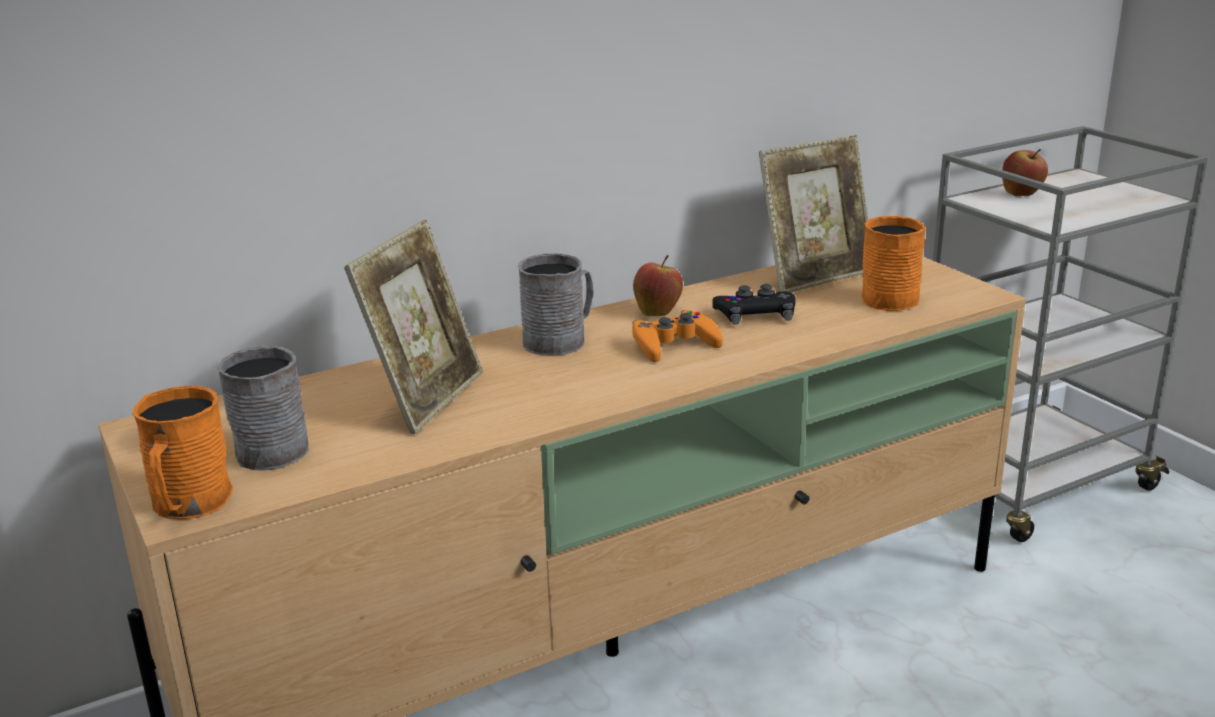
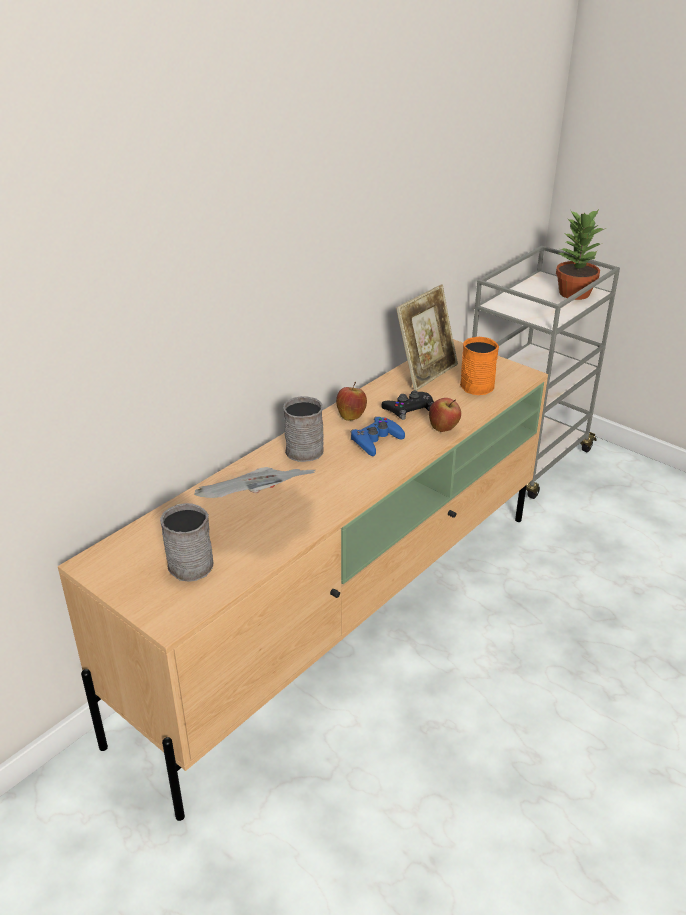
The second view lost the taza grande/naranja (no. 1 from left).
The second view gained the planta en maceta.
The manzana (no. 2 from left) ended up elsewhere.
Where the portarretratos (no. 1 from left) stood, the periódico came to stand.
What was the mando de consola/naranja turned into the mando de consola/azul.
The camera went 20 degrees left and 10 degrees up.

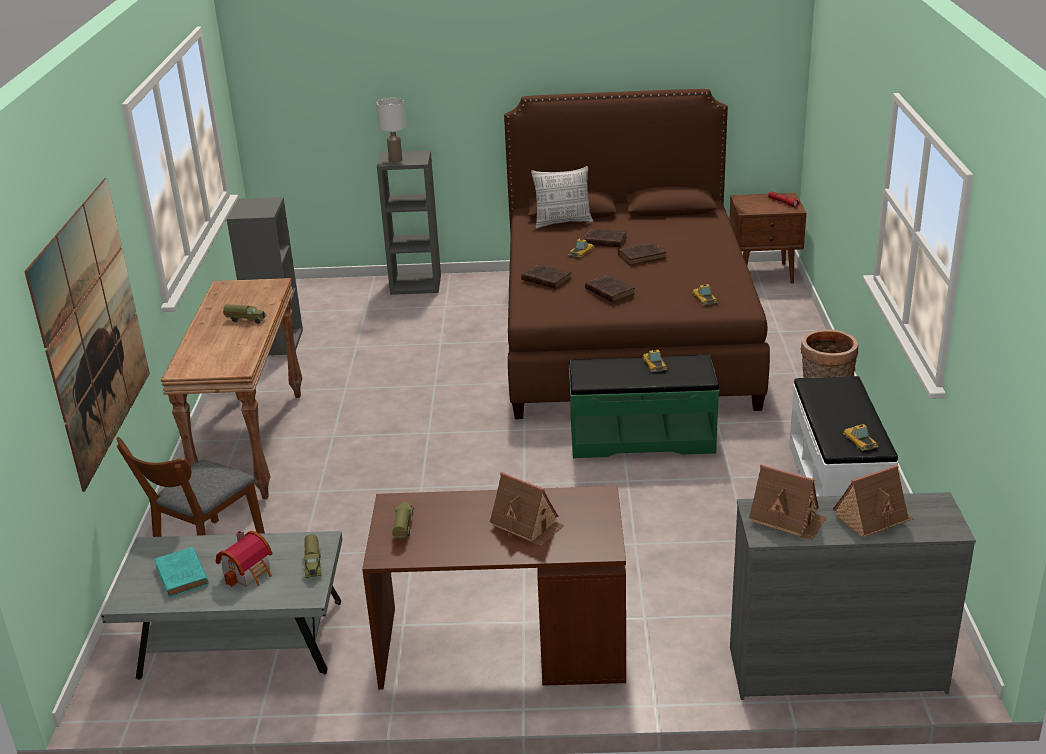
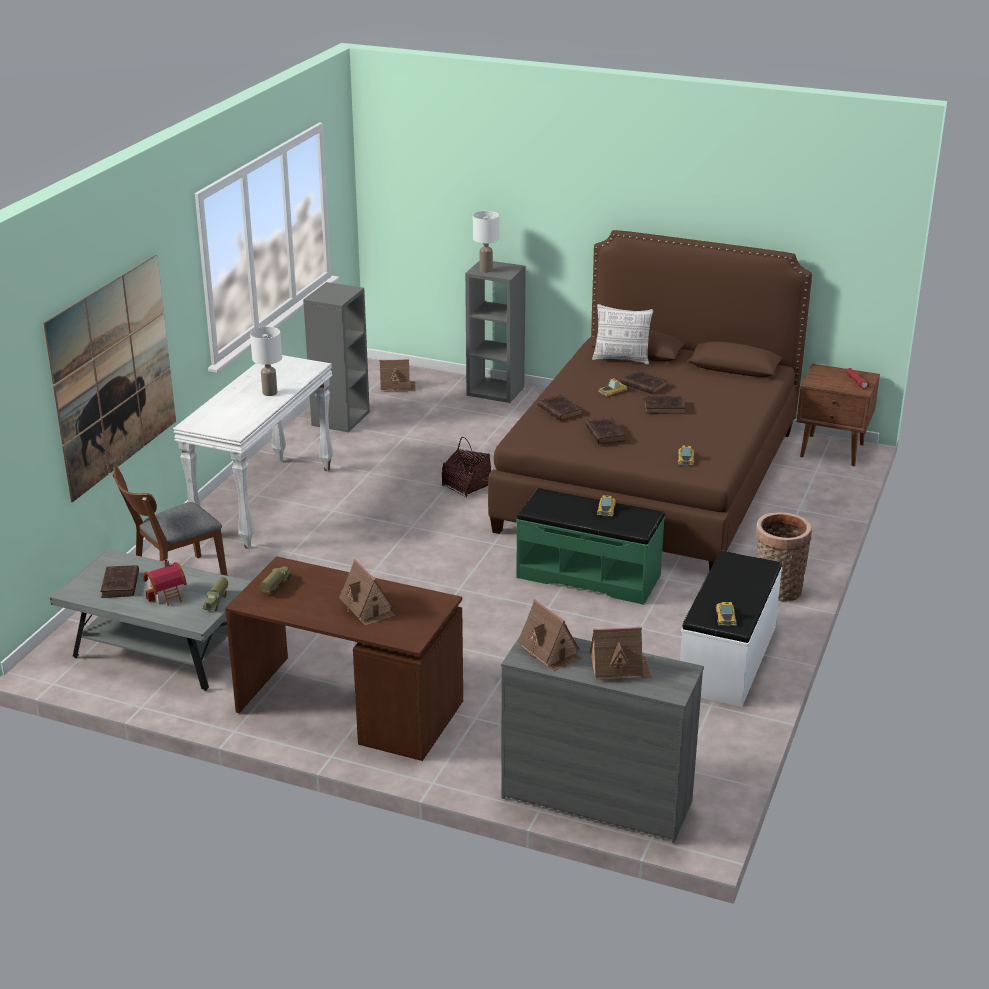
The second view gained the casita (no. 3 from left).
The second view gained the cesta (no. 1 from left).
Where the camión de juguete (no. 1 from left) stood, the lámpara de mesa/blanco (no. 1 from left) came to stand.
What was the libro/turquesa turned into the libro/marrón (no. 1 from left).
What was the mesa consola/marrón turned into the mesa consola/blanco.
The camera went 20 degrees right and 0 degrees up.

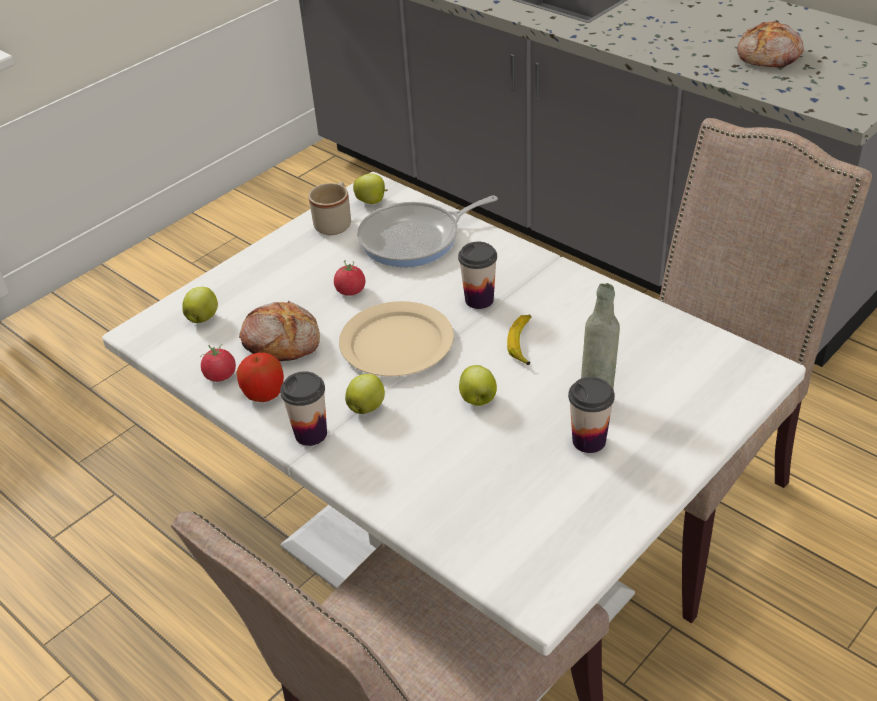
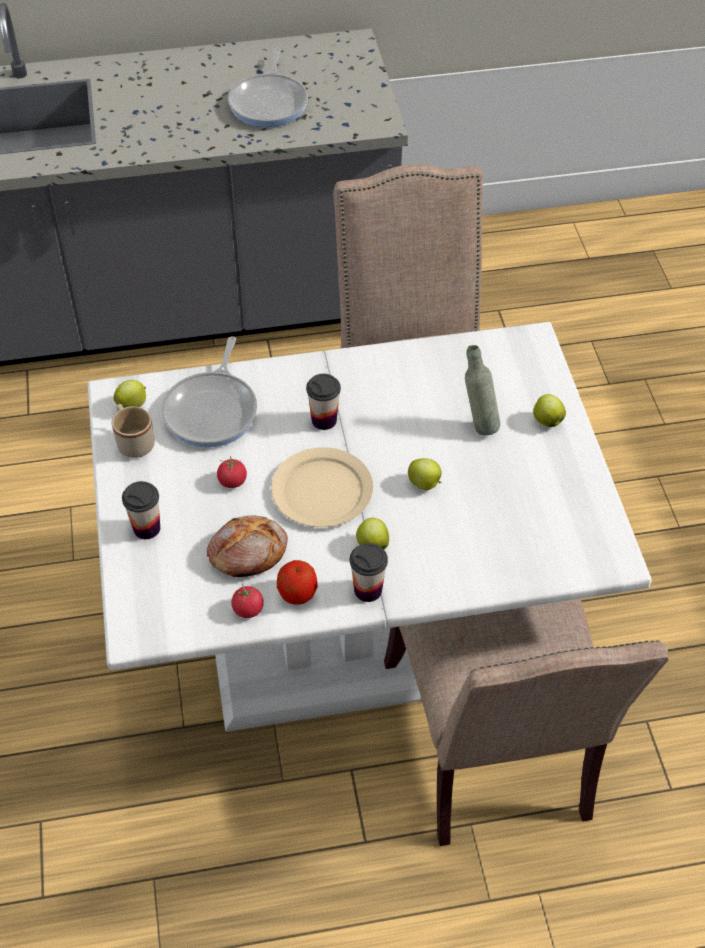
The second view lost the plátano.
The manzana (no. 1 from left in the first image) ended up elsewhere.
The taza (no. 3 from left in the first image) ended up elsewhere.
Where the pan (no. 2 from left) stood, the sartén (no. 2 from left) came to stand.
The camera went 55 degrees left and 10 degrees up.

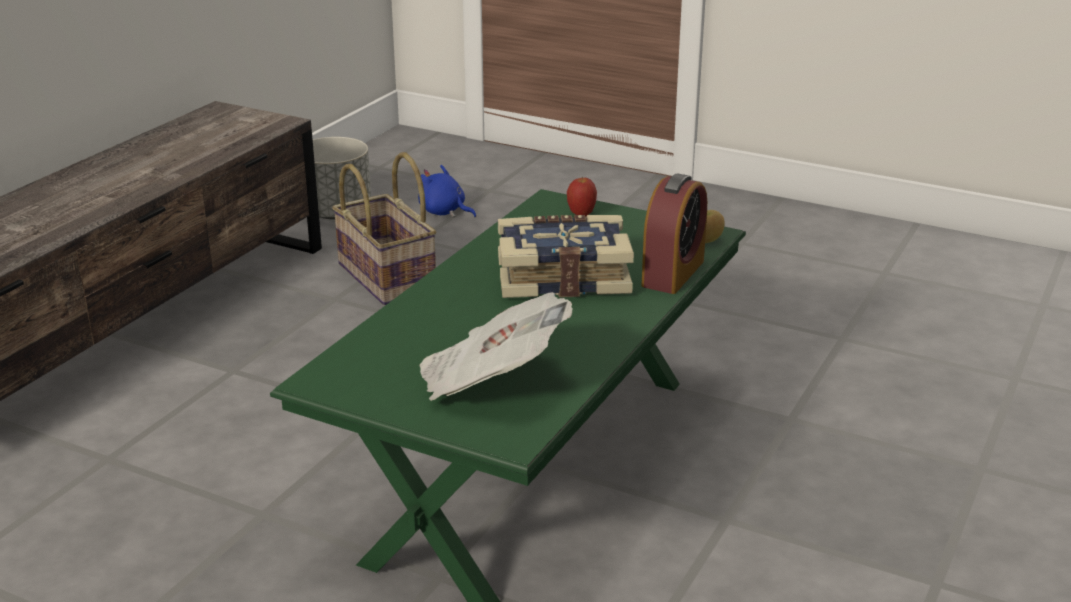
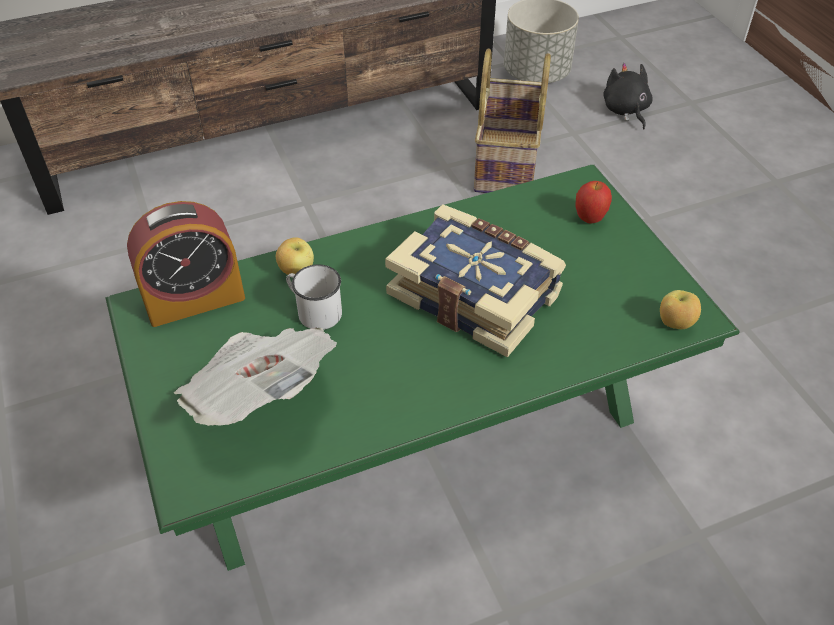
The second view gained the manzana (no. 1 from left).
The second view gained the taza grande/blanco.
The despertador ended up elsewhere.
What was the peluche/azul turned into the peluche/negro.
The camera went 40 degrees right and 20 degrees up.

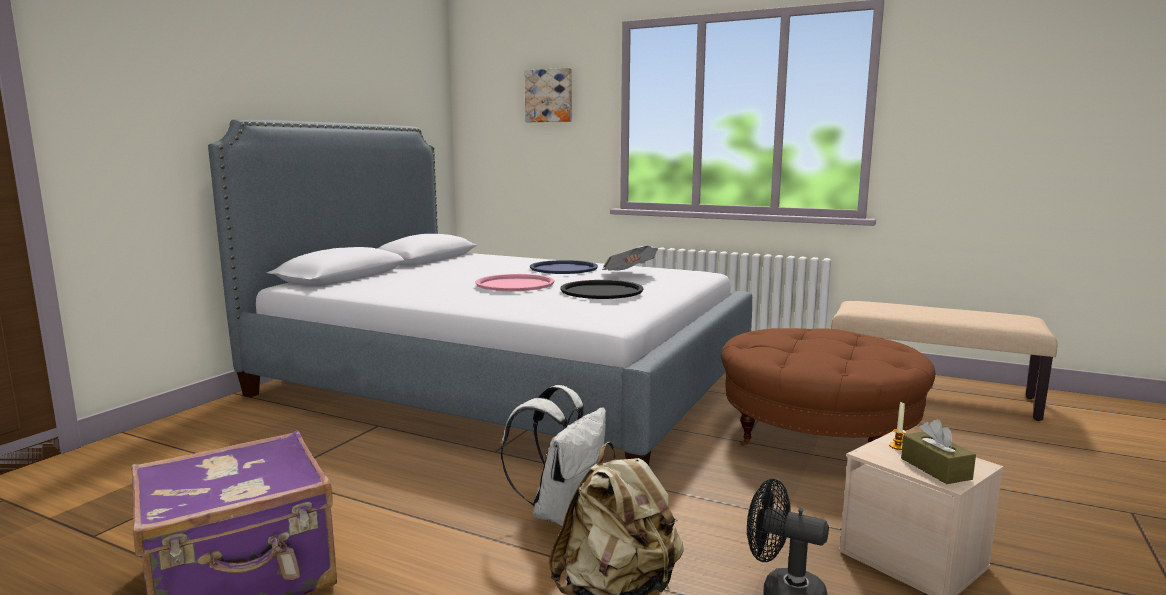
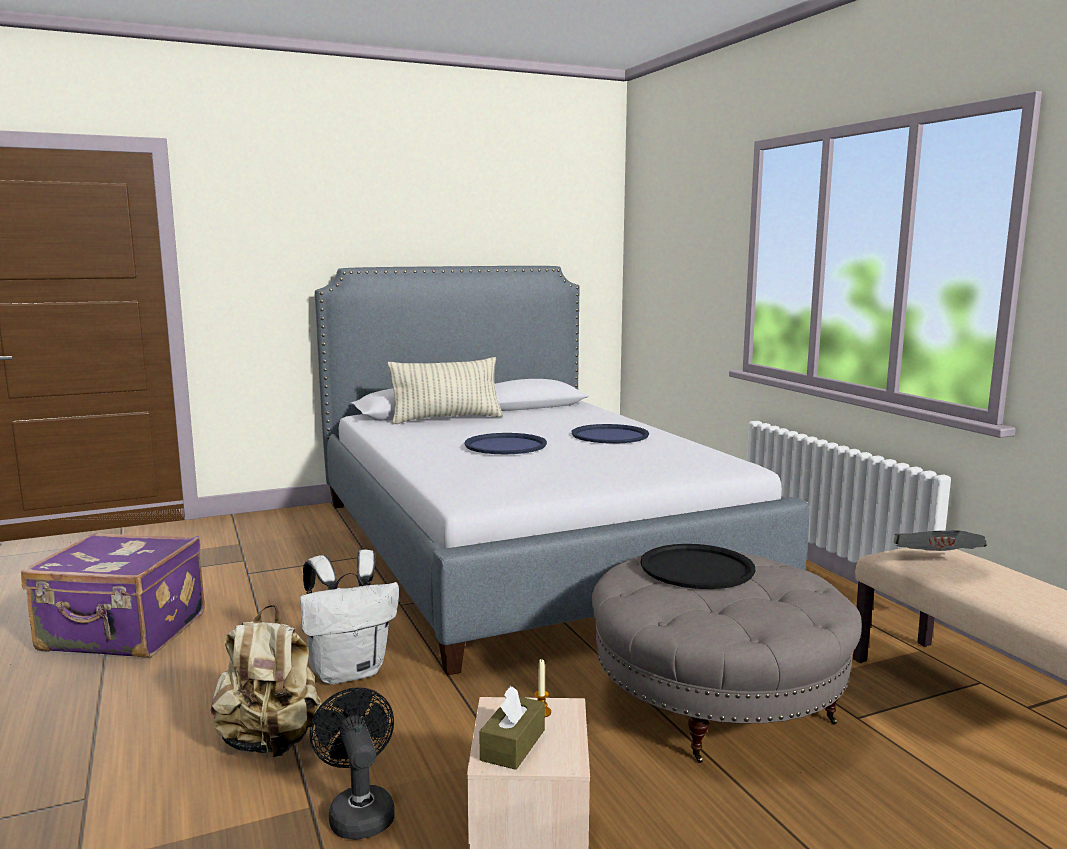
The second view lost the cuadro.
The second view gained the cojín.
The bandeja/negro ended up elsewhere.
The periódico ended up elsewhere.
What was the bandeja/rosa turned into the bandeja/azul (no. 1 from left).
What was the puf/marrón turned into the puf/gris.
The camera went 40 degrees right and 0 degrees up.

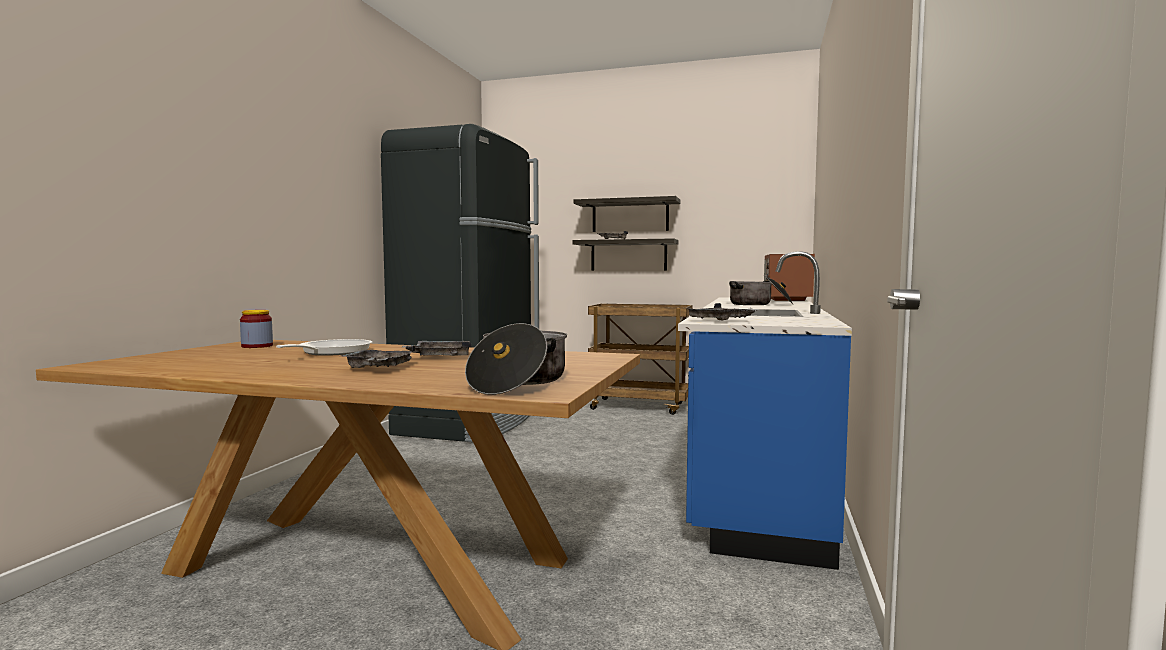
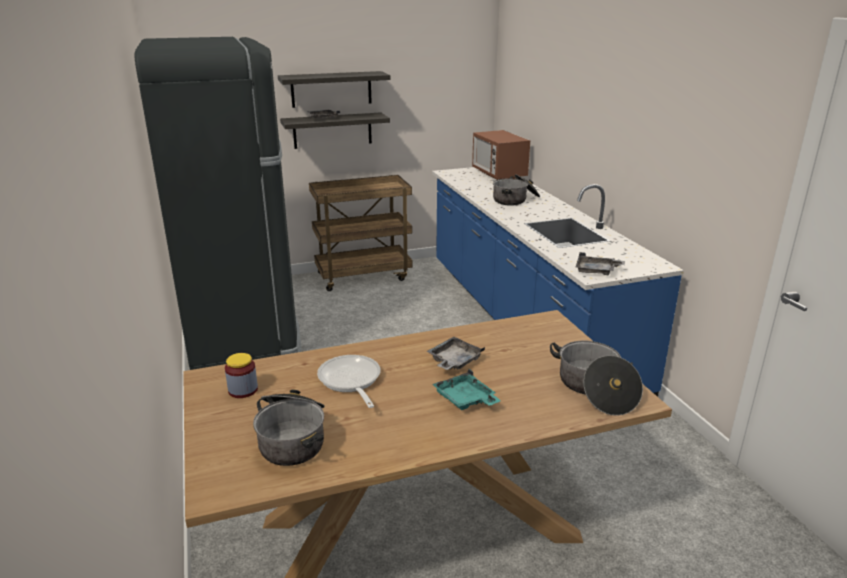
The second view gained the olla (no. 1 from left).
What was the bandeja/gris (no. 1 from left) turned into the bandeja/turquesa.
The camera went 35 degrees left and 20 degrees up.

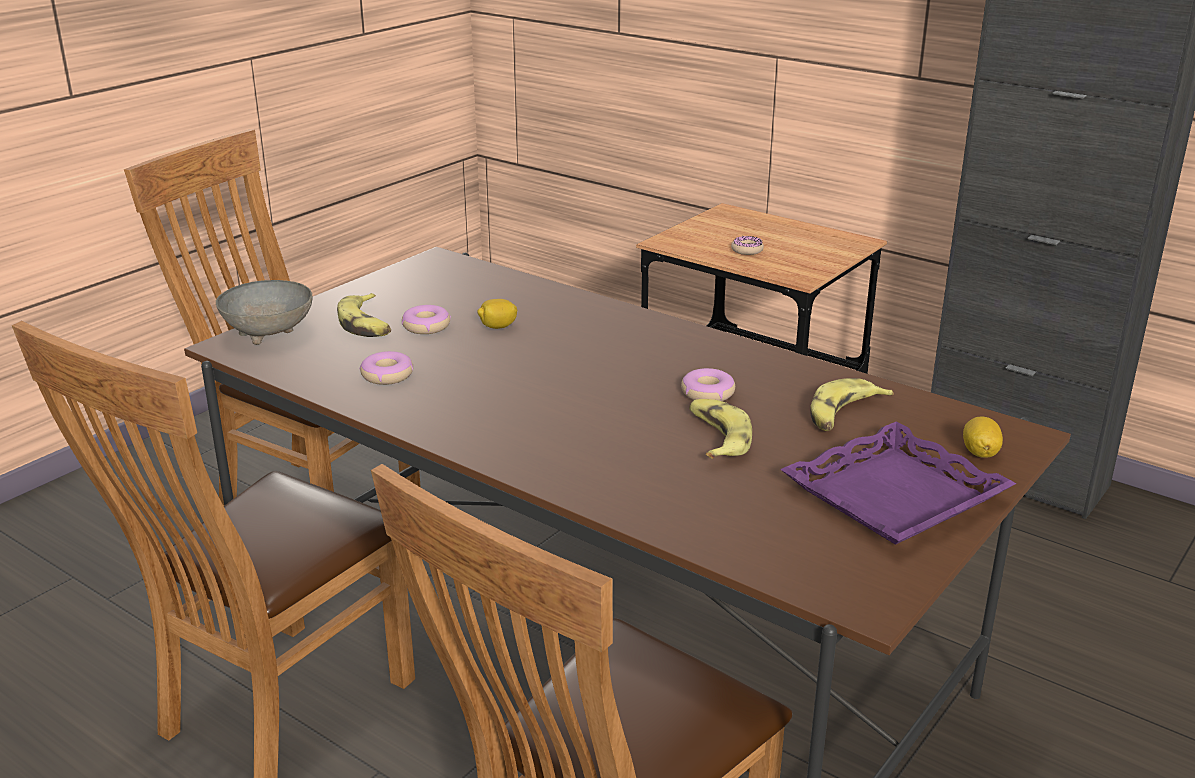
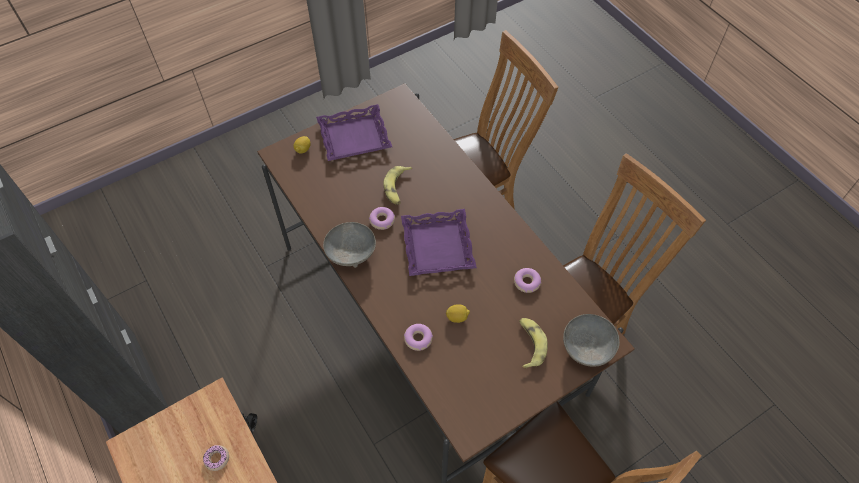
The second view lost the plátano (no. 3 from left).
The second view gained the cuenco/gris (no. 1 from left).
The second view gained the bandeja/morado (no. 2 from left).
The rosquilla (no. 2 from left in the first image) ended up elsewhere.
The camera went 160 degrees left and 30 degrees up.

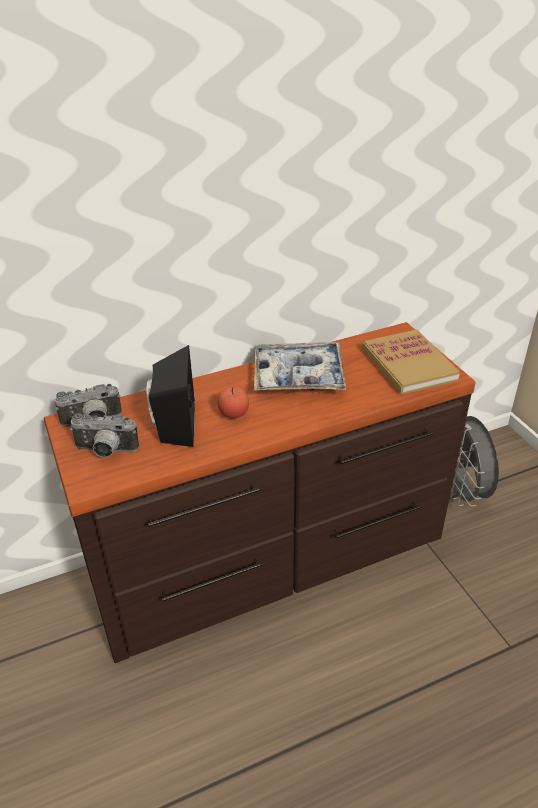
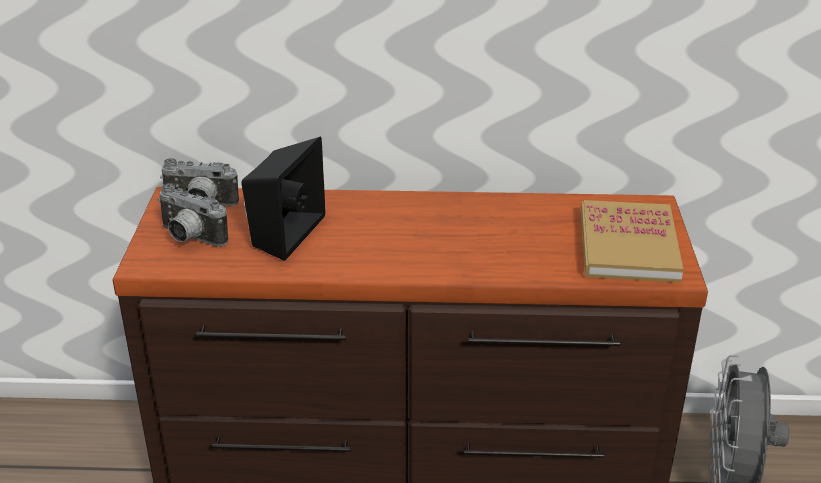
The second view lost the manzana.
The second view lost the bandeja.
The camera went 25 degrees right and 5 degrees down.

